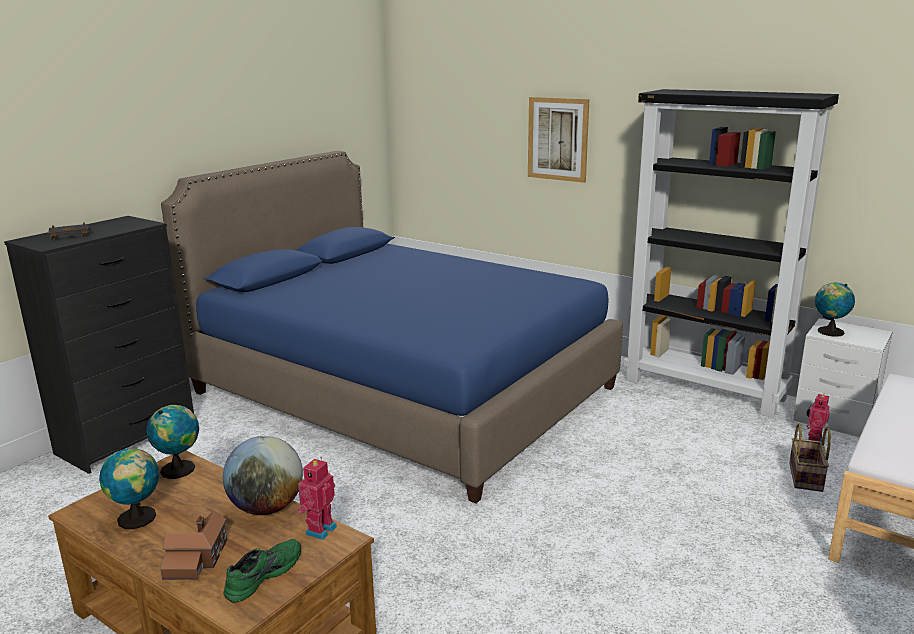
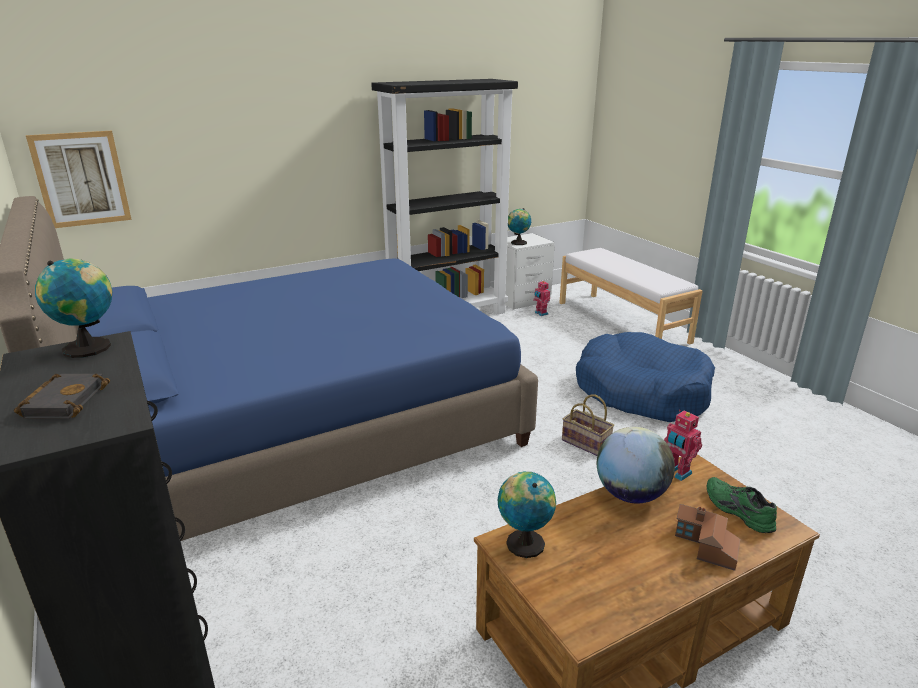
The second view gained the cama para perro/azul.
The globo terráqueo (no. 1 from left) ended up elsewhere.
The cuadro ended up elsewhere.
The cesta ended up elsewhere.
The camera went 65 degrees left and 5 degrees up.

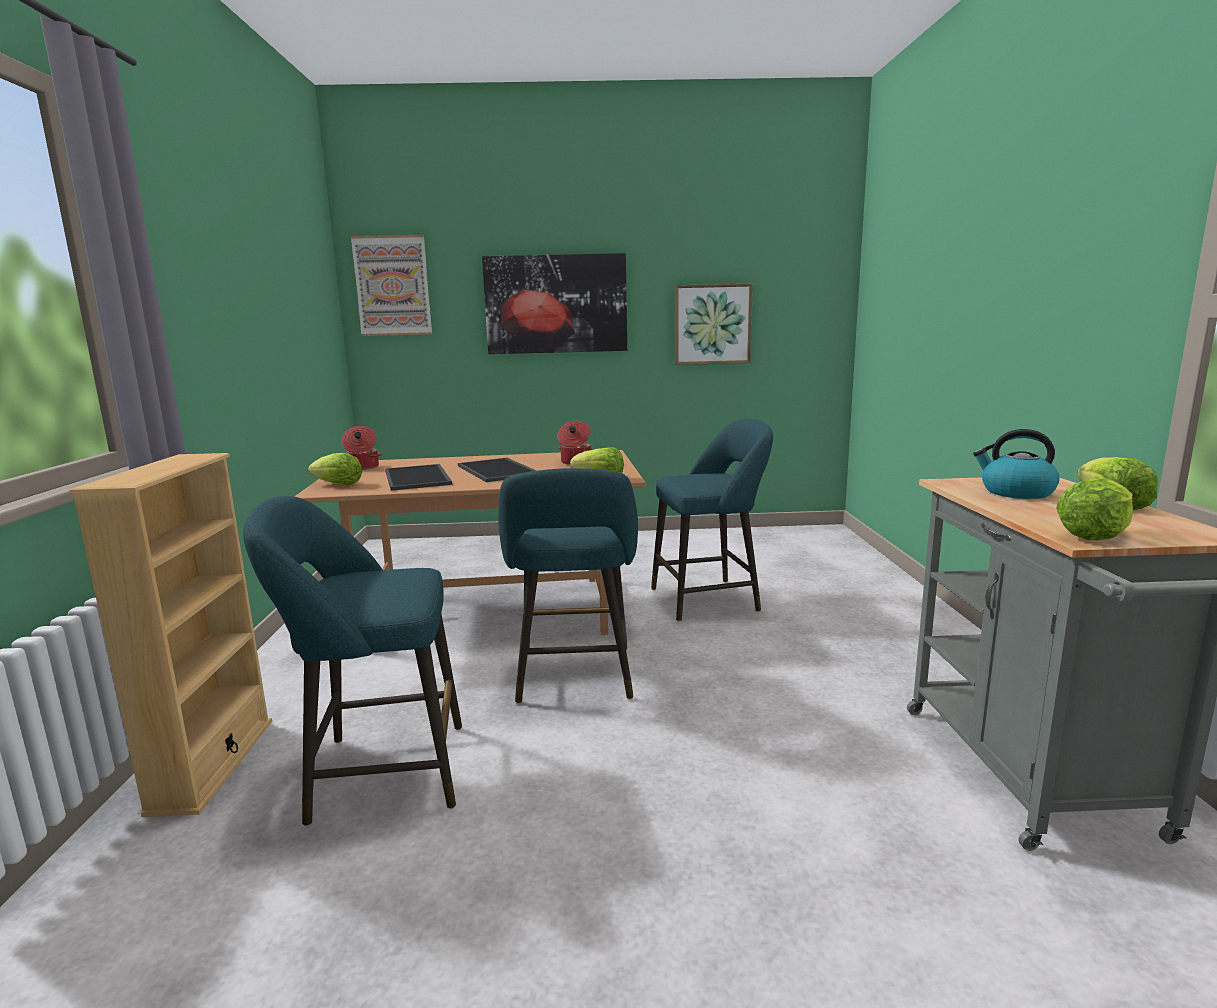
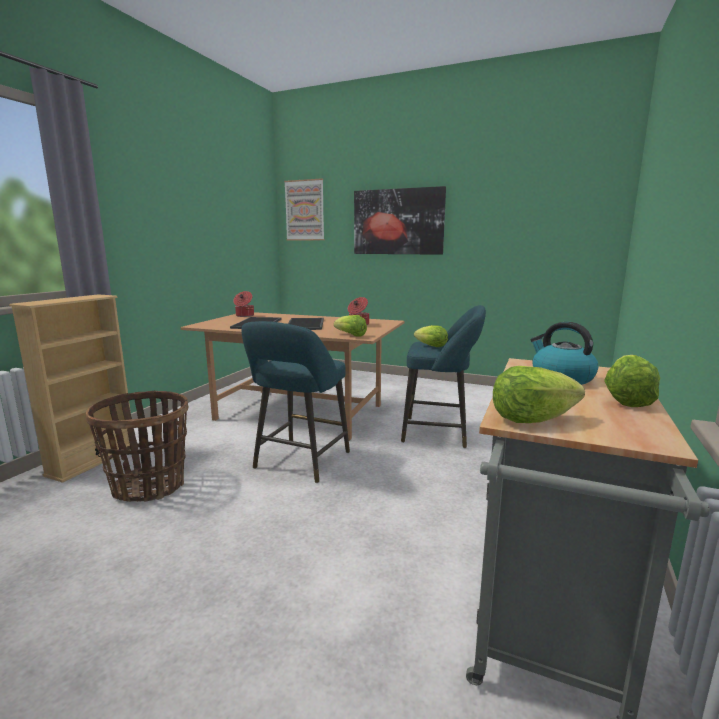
The second view lost the cuadro (no. 3 from left).
The lechuga (no. 1 from left in the first image) ended up elsewhere.
Where the taburete/turquesa (no. 1 from left) stood, the cesta came to stand.
The camera went 25 degrees right and 0 degrees up.

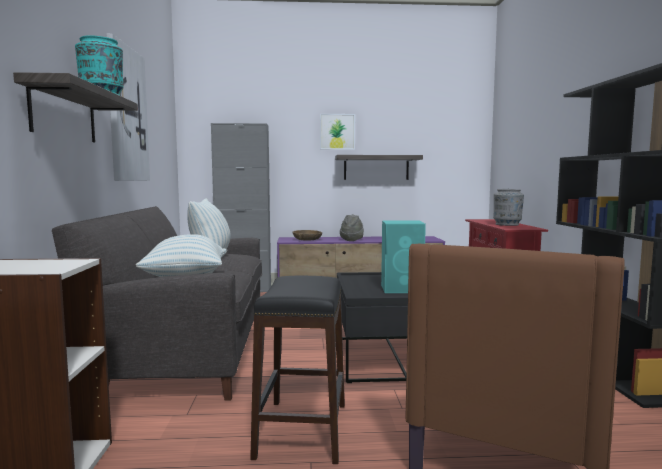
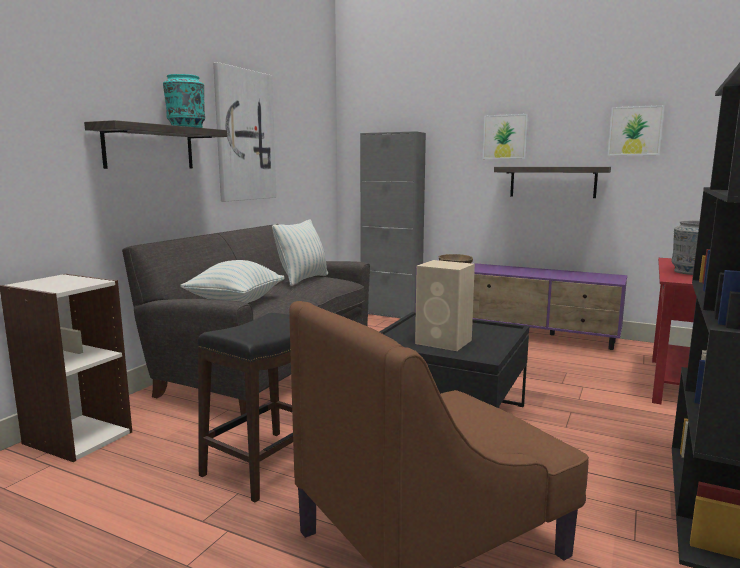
The second view lost the sombrero/gris.
The second view gained the cuadro (no. 3 from left).
What was the altavoz/turquesa turned into the altavoz/beis.
The camera went 30 degrees right and 5 degrees up.

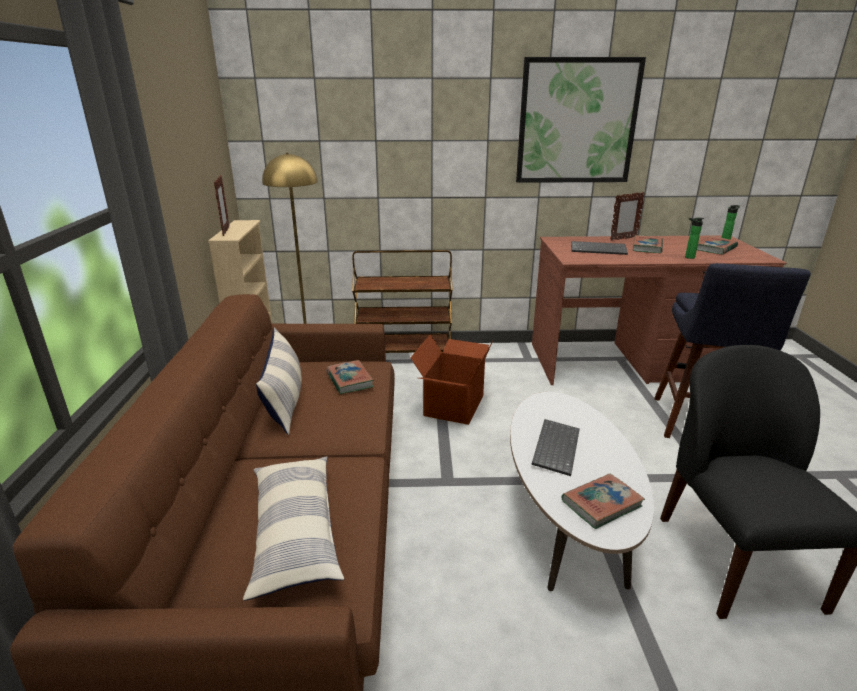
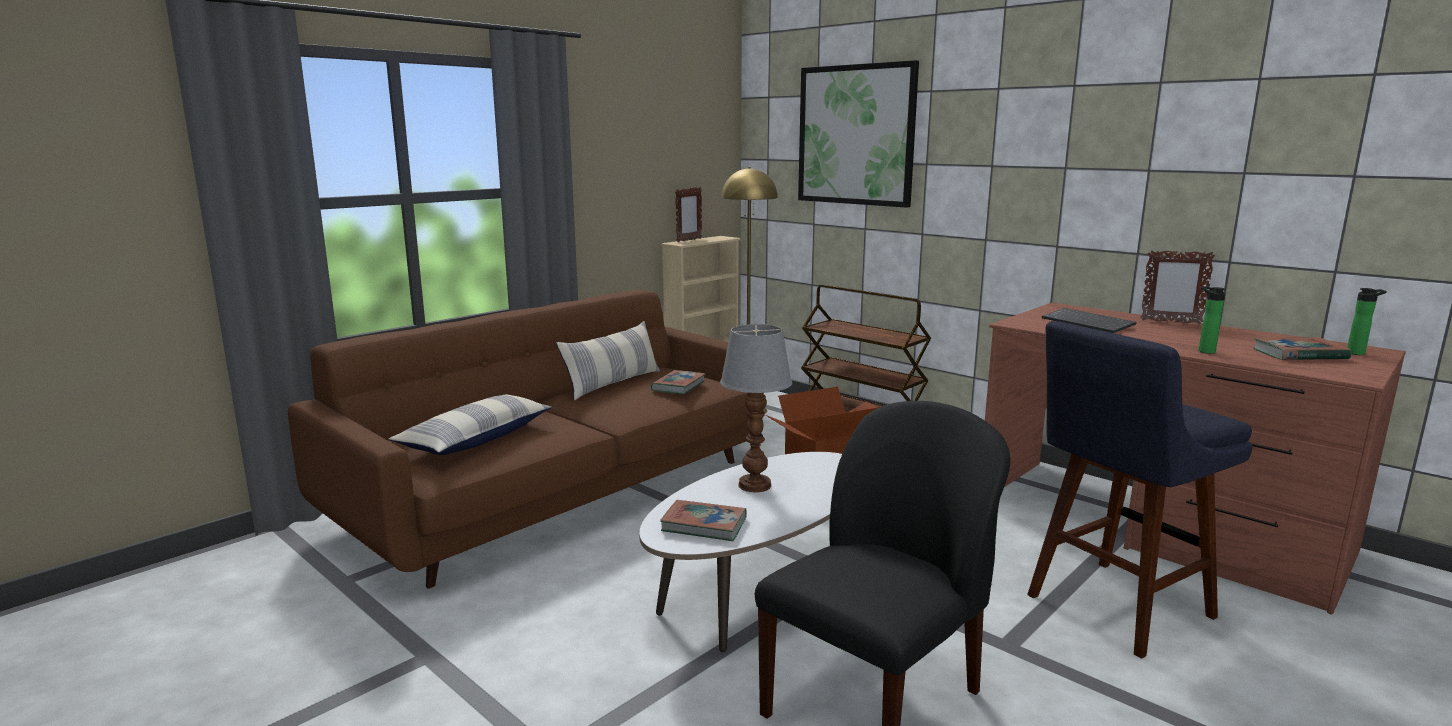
The second view lost the libro (no. 3 from left).
The cuadro ended up elsewhere.
Where the teclado (no. 1 from left) stood, the lámpara de mesa came to stand.
The camera went 45 degrees right and 10 degrees down.

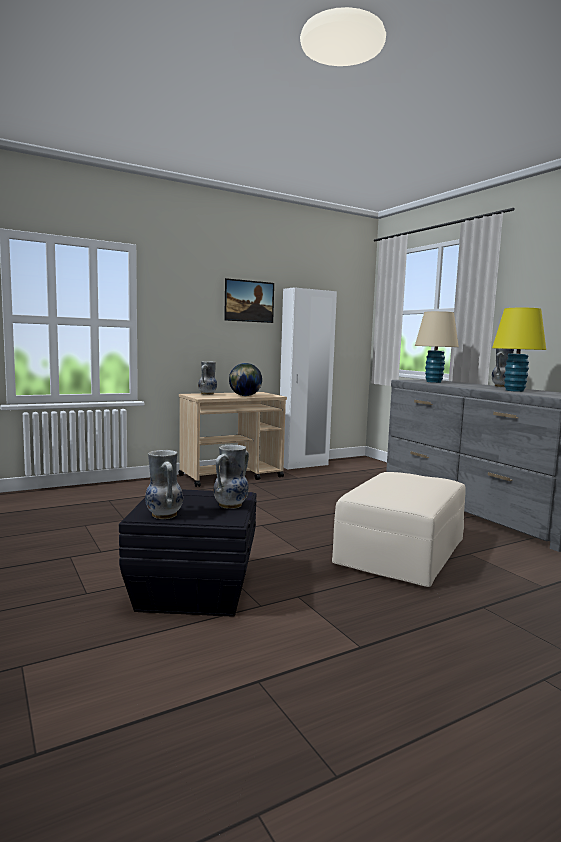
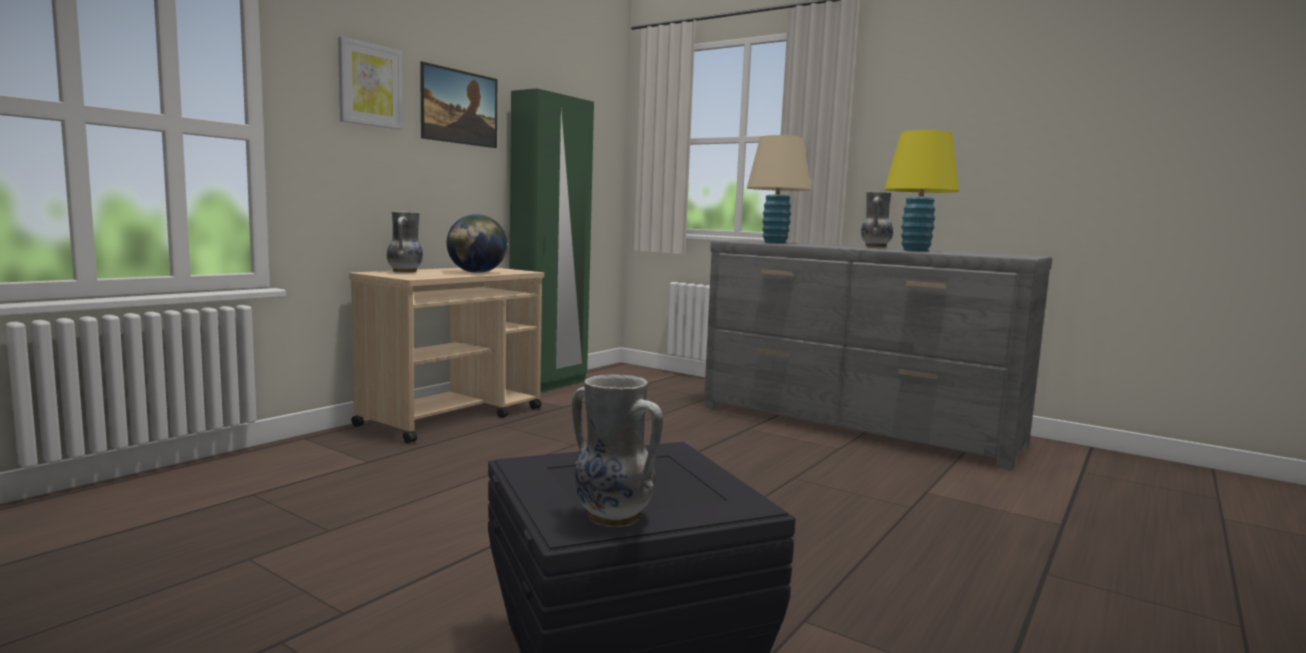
The second view lost the florero (no. 3 from left).
The second view lost the puf/beis.
The second view gained the cuadro (no. 1 from left).
What was the armario ropero/blanco turned into the armario ropero/verde.
The camera went 25 degrees left and 0 degrees up.

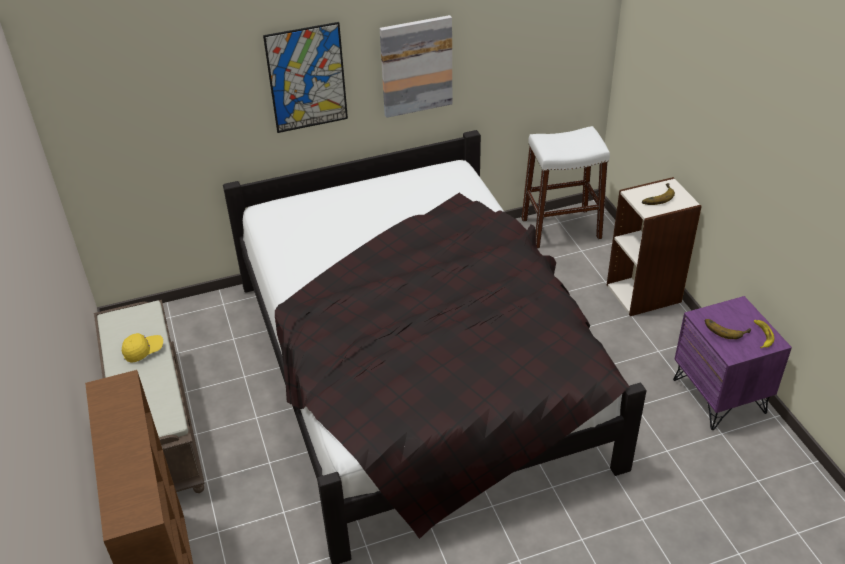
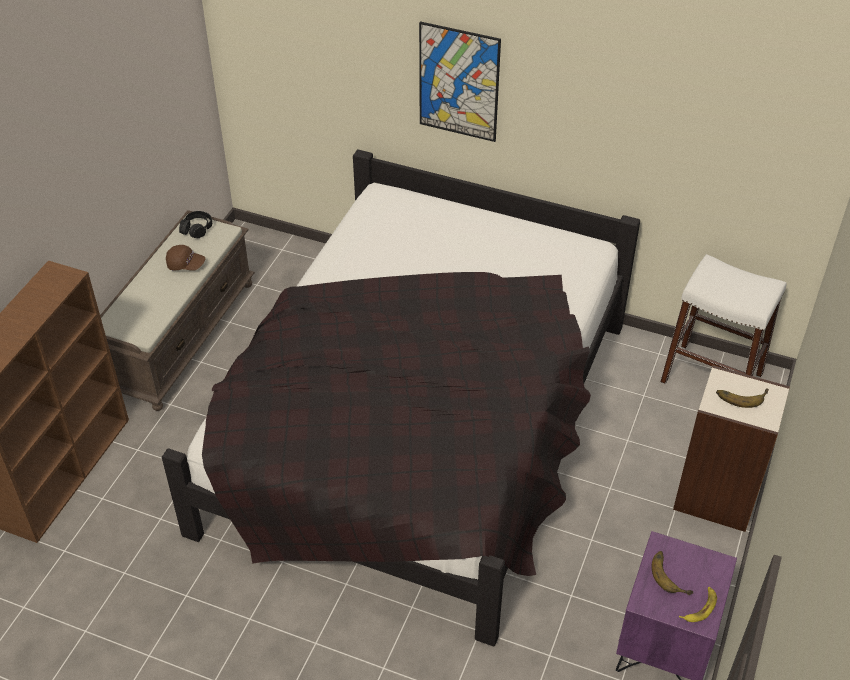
The second view lost the cuadro (no. 2 from left).
The second view gained the auriculares/negro.
What was the gorra/amarillo turned into the gorra/marrón.
The camera went 40 degrees right and 5 degrees up.

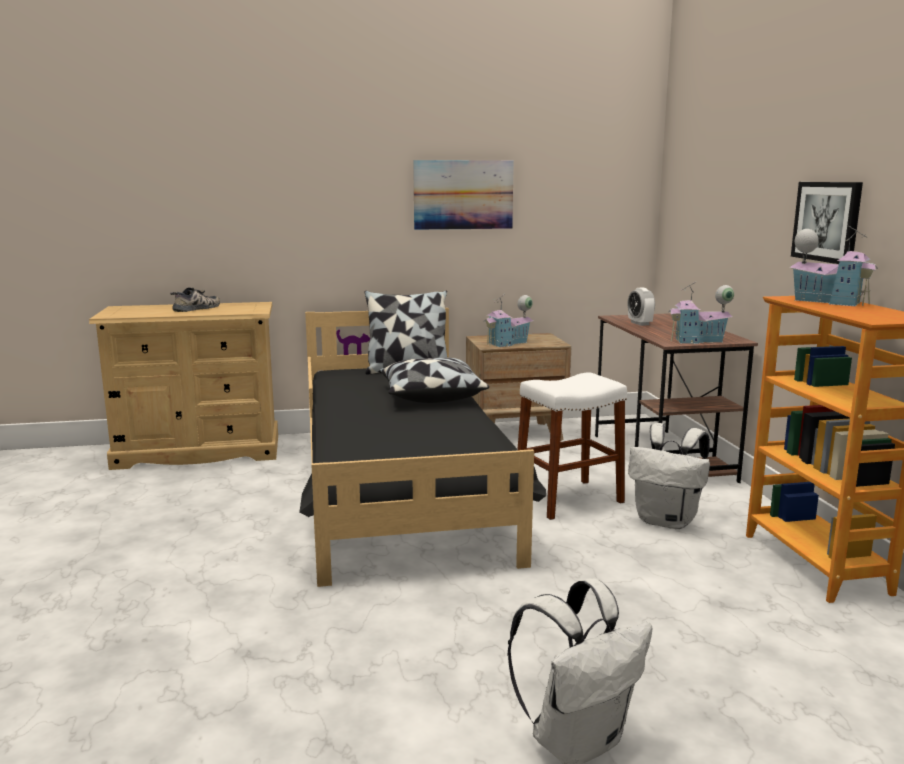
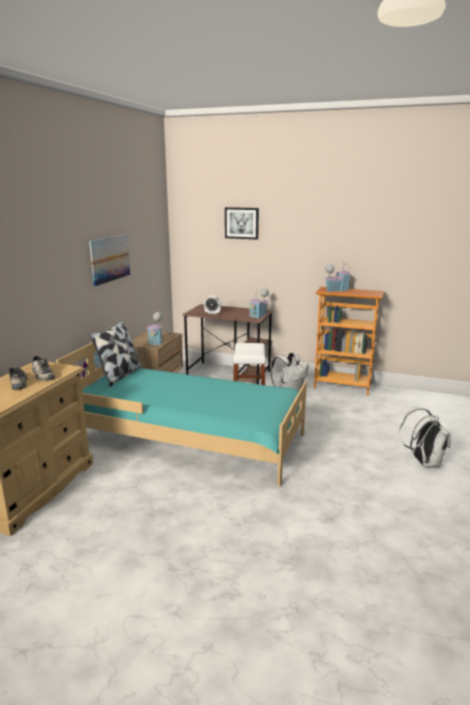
The second view lost the cojín (no. 2 from left).
The second view gained the zapato (no. 2 from left).
The cuadro (no. 2 from left) ended up elsewhere.
What was the cama/negro turned into the cama/turquesa.
The camera went 60 degrees left and 5 degrees up.

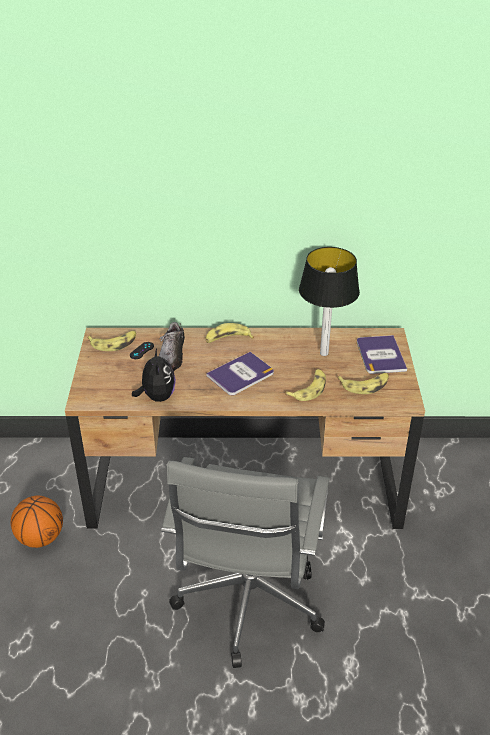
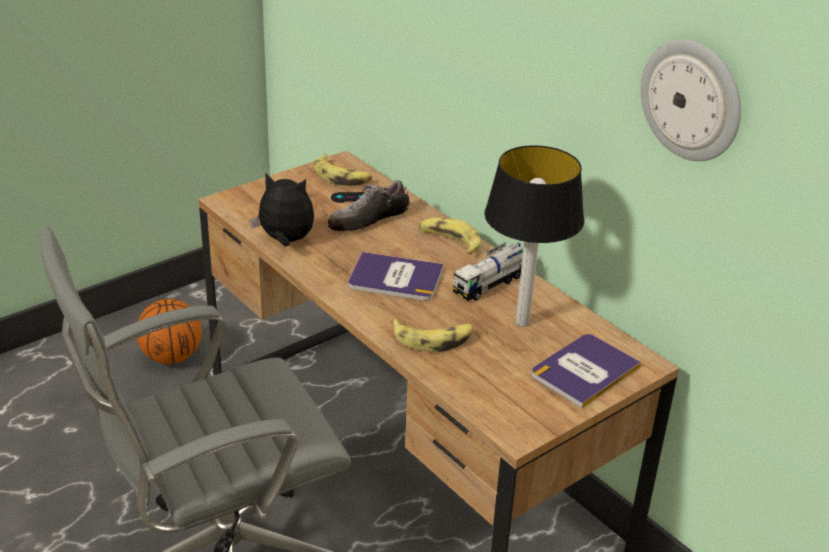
The second view lost the plátano (no. 4 from left).
The second view gained the camión de juguete.
The second view gained the reloj de pared.
The peluche ended up facing another way, 120 degrees counterclockwise from before.
The camera went 50 degrees right and 5 degrees down.

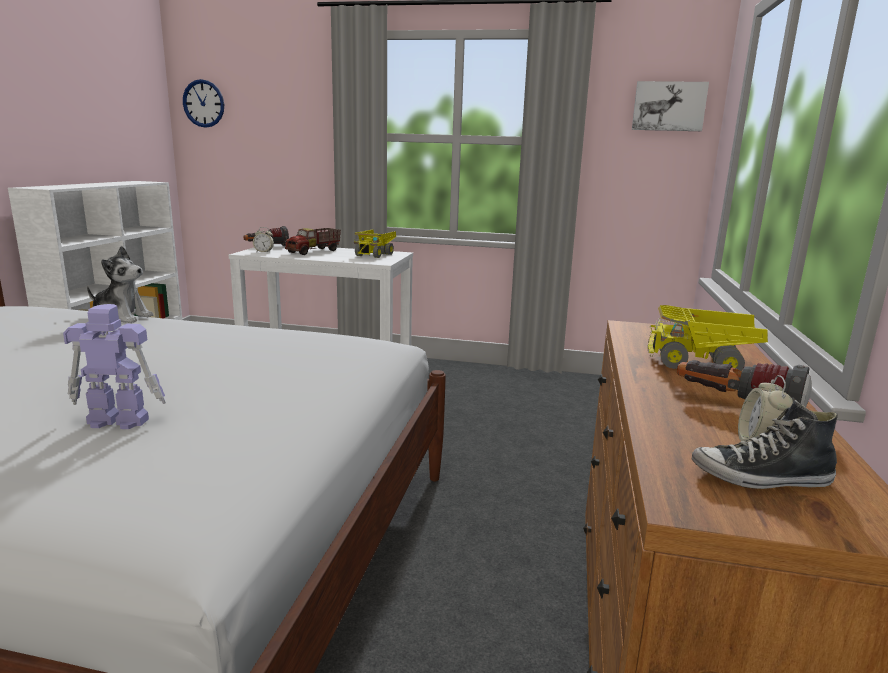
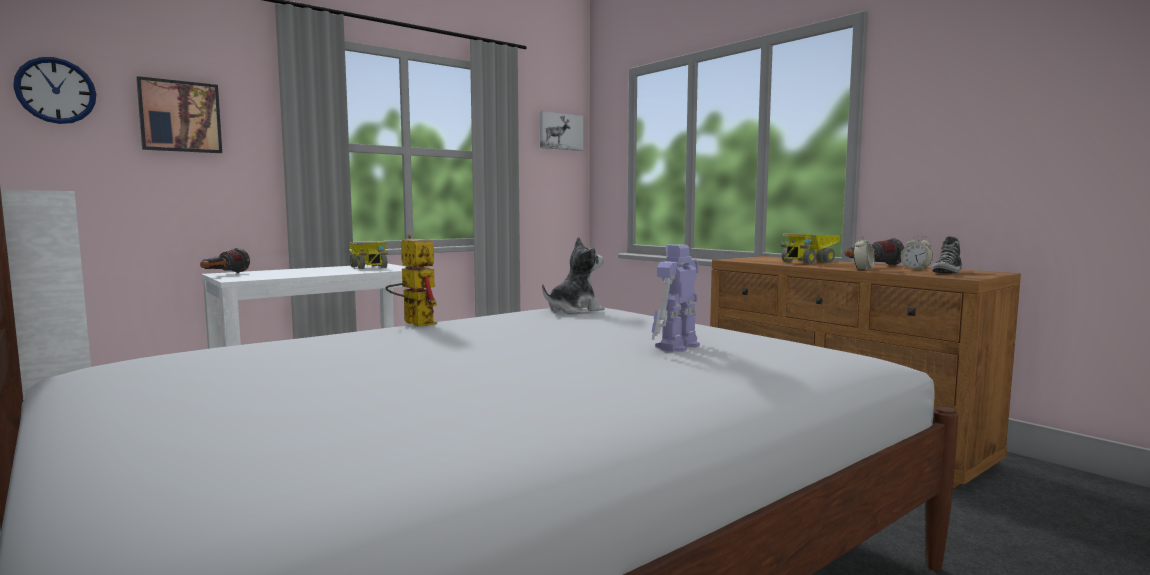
The second view lost the camión de juguete (no. 1 from left).
The second view gained the cuadro (no. 1 from left).
The second view gained the robot de juguete (no. 1 from left).
The peluche ended up elsewhere.
The despertador (no. 1 from left) ended up elsewhere.
The camera went 50 degrees left and 10 degrees down.

